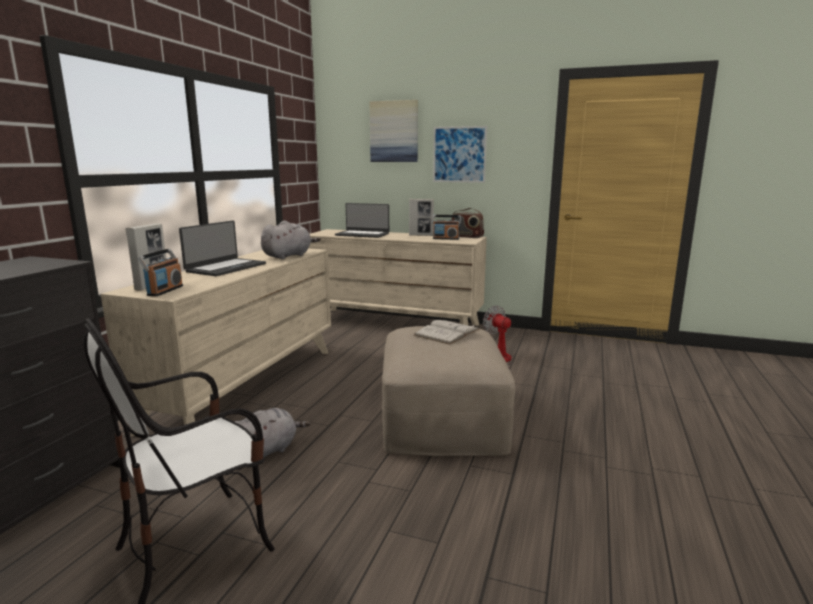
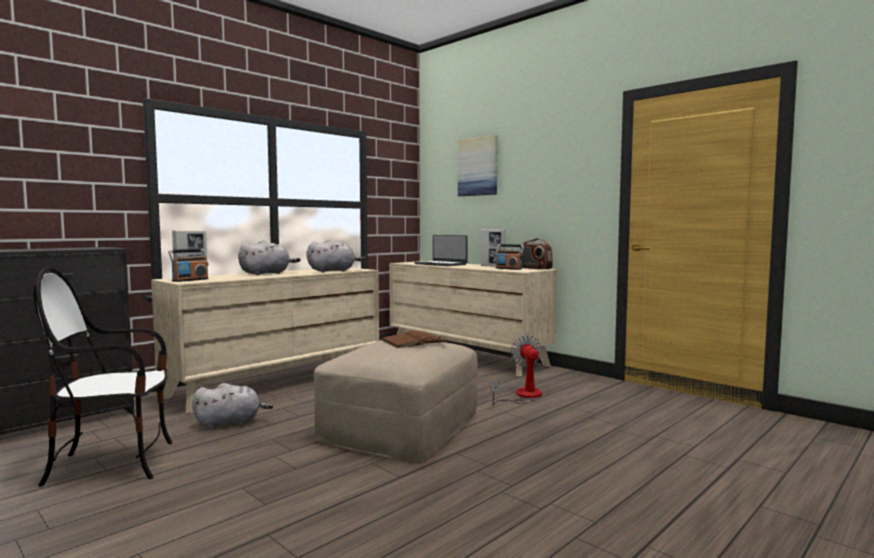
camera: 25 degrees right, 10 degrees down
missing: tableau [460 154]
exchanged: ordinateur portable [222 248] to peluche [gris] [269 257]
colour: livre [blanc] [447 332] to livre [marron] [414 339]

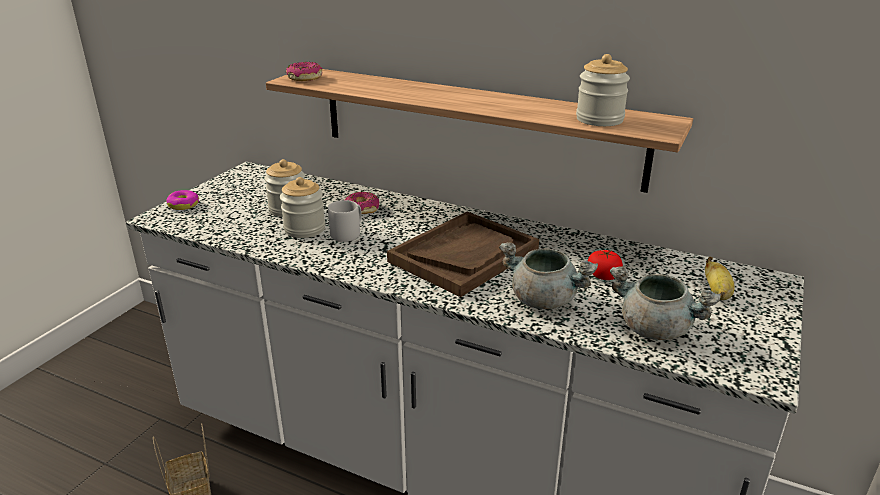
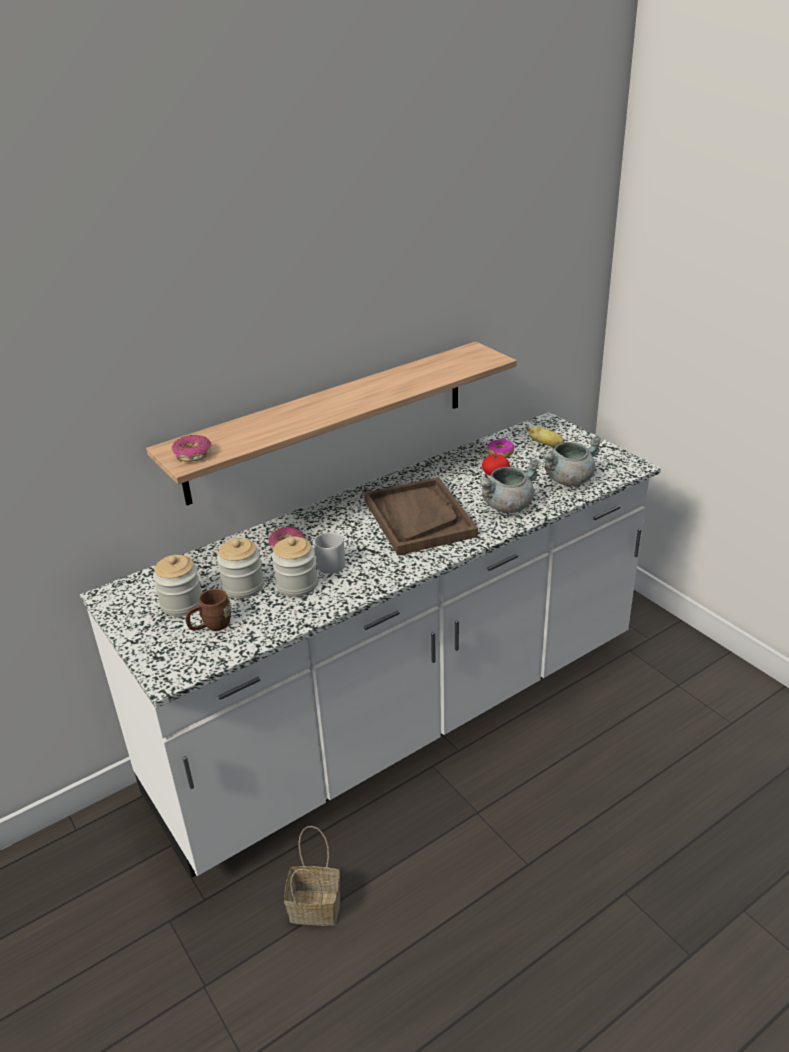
camera: 60 degrees left, 5 degrees up
appeared: mug [marron] [208 610]
relocated: bocal [603 90] to [177 585]; beignet [182 200] to [501 448]

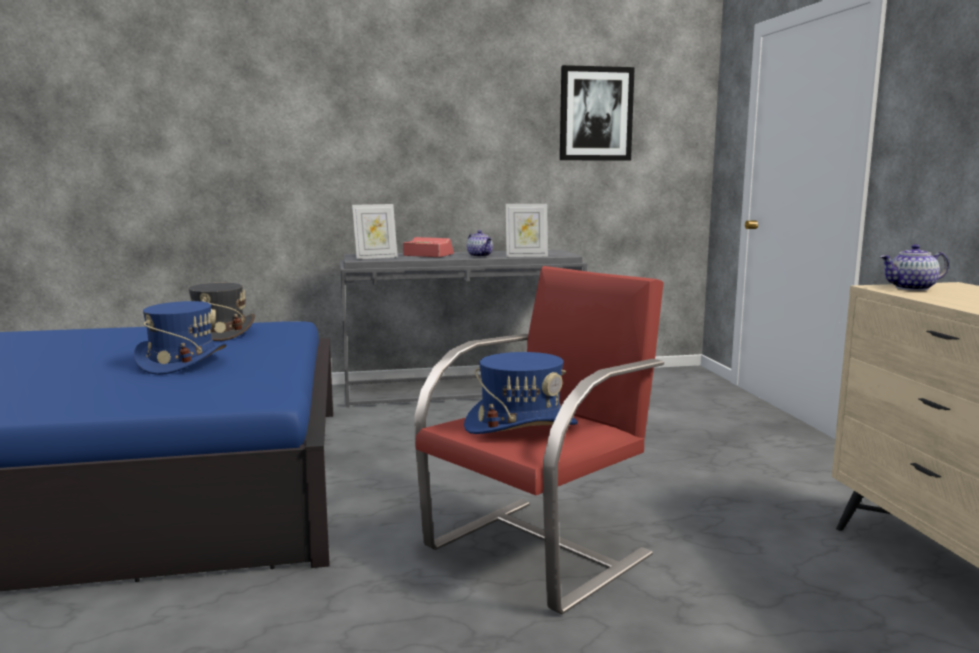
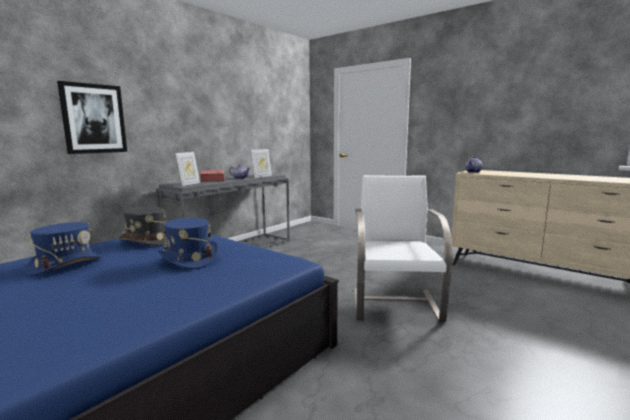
camera: 40 degrees left, 0 degrees up
relocated: tableau [597 112] to [92 117]; chapeau [bleu] [521 393] to [64 249]
colour: fauteuil [rouge] [539 440] to fauteuil [blanc] [403 248]

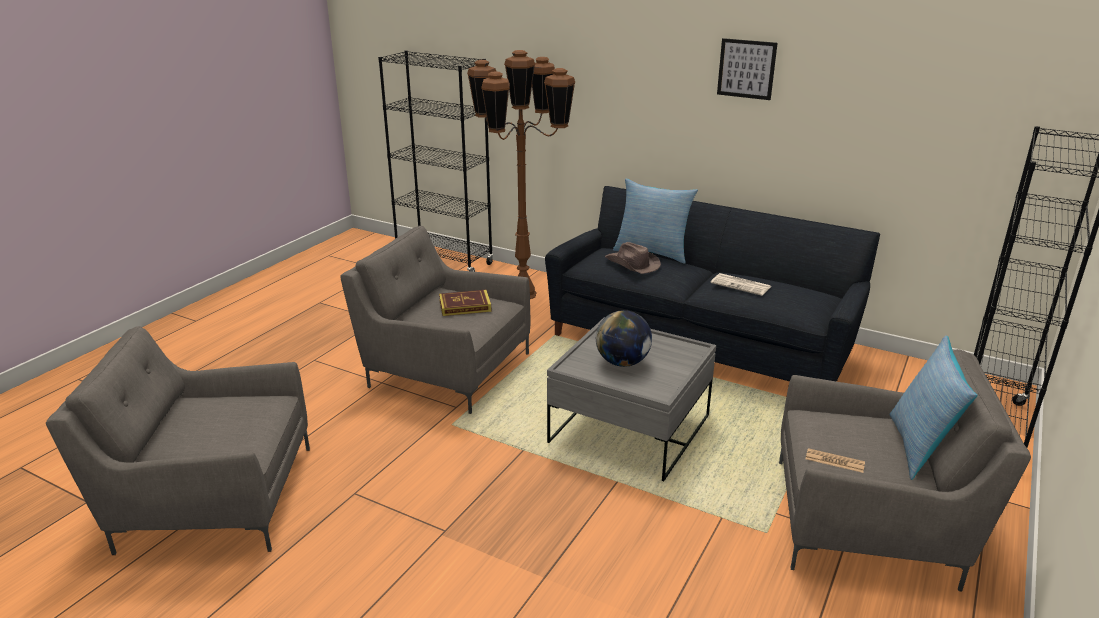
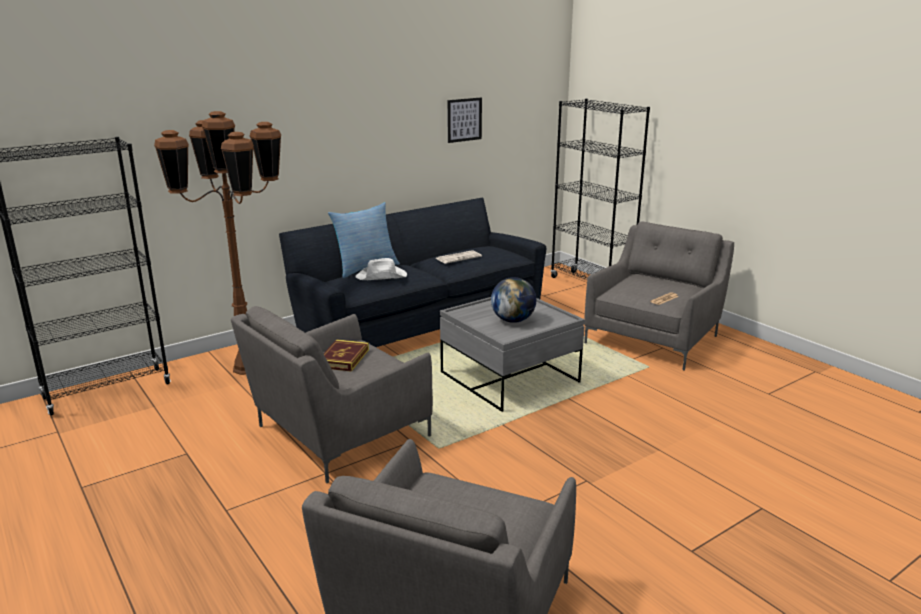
camera: 65 degrees left, 5 degrees down
missing: coussin [934 408]
relocated: tableau [747 69] to [464 120]
colour: chapeau [marron] [633 258] to chapeau [blanc] [381 269]

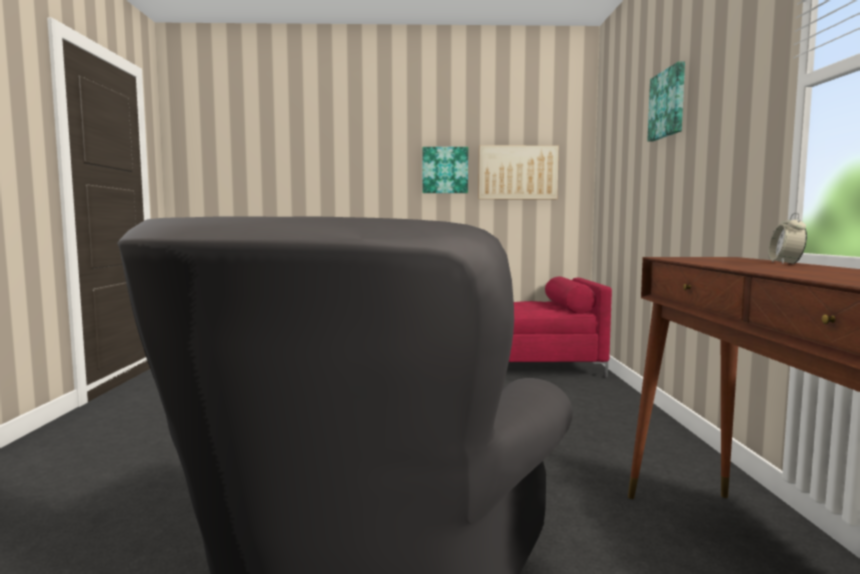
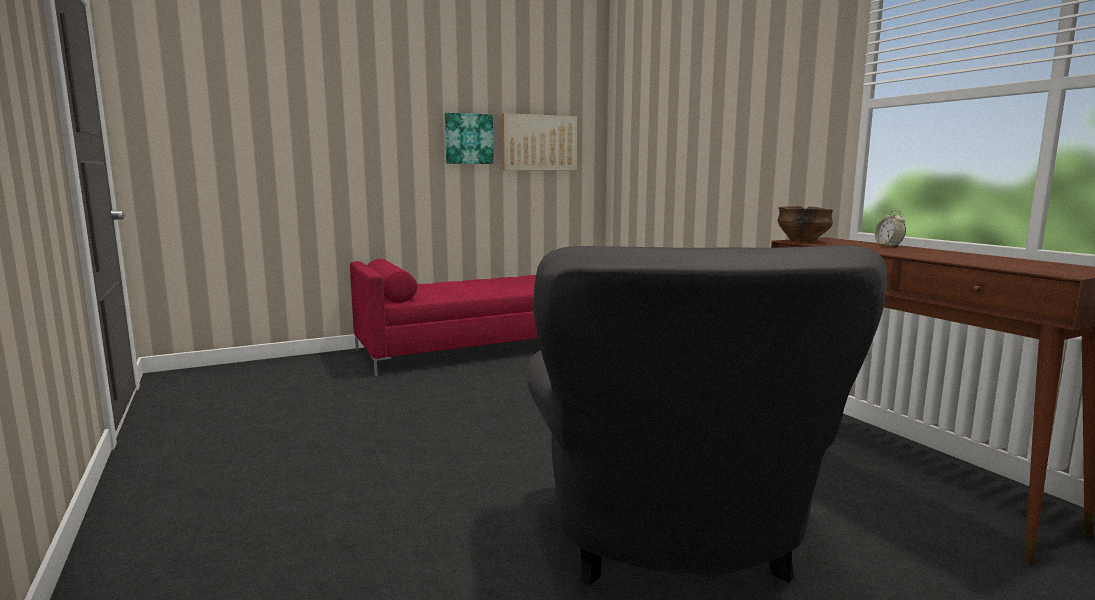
camera: 25 degrees left, 5 degrees up
missing: tableau [666 101]
appeared: bol [805 224]

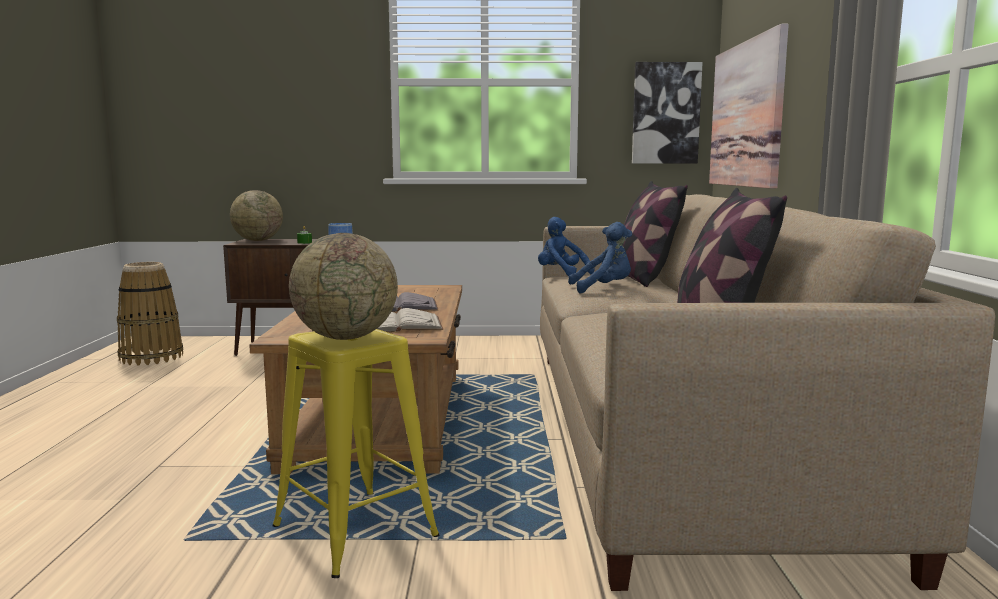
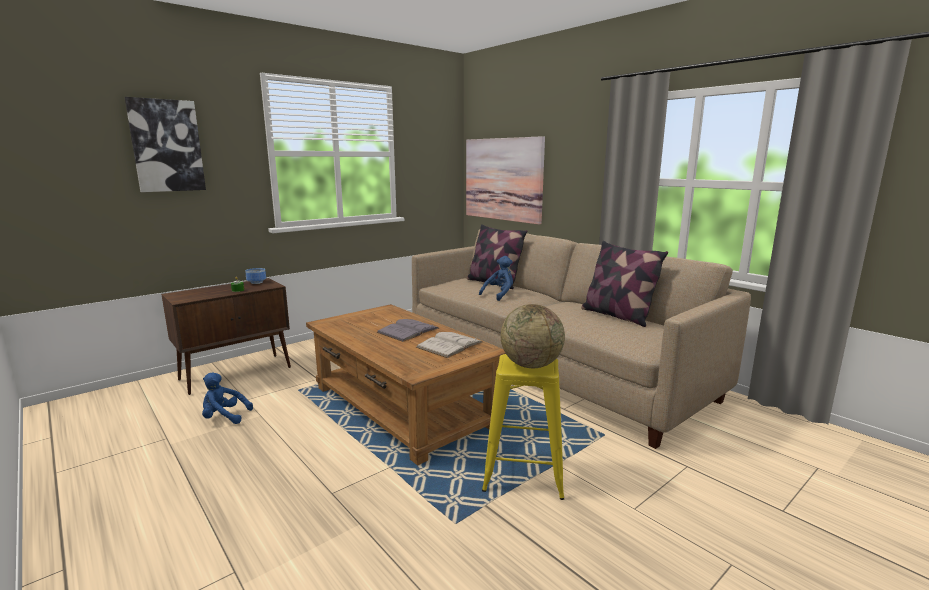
camera: 40 degrees left, 5 degrees up
missing: globe [256 215]; panier [150 314]
relocated: tableau [667 112] to [165 144]; peluche [bleu] [566 246] to [227 398]

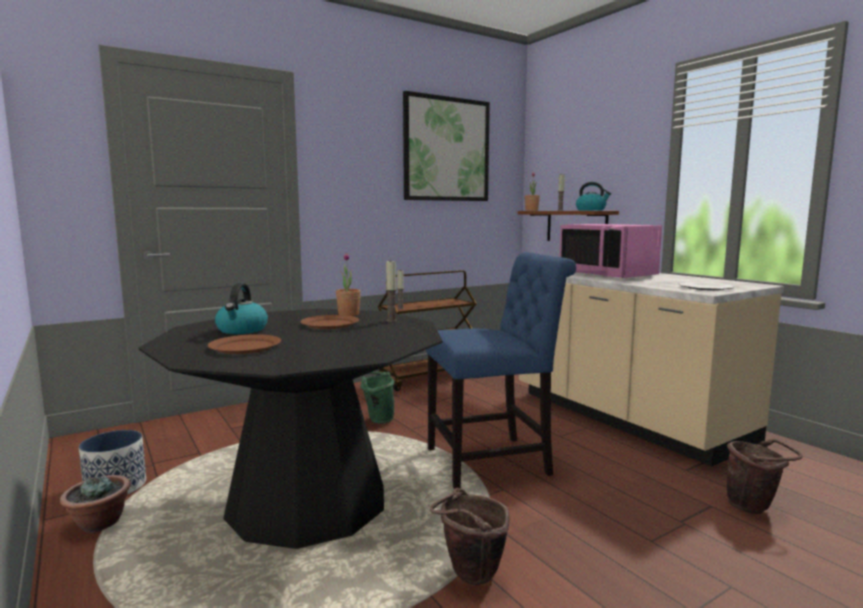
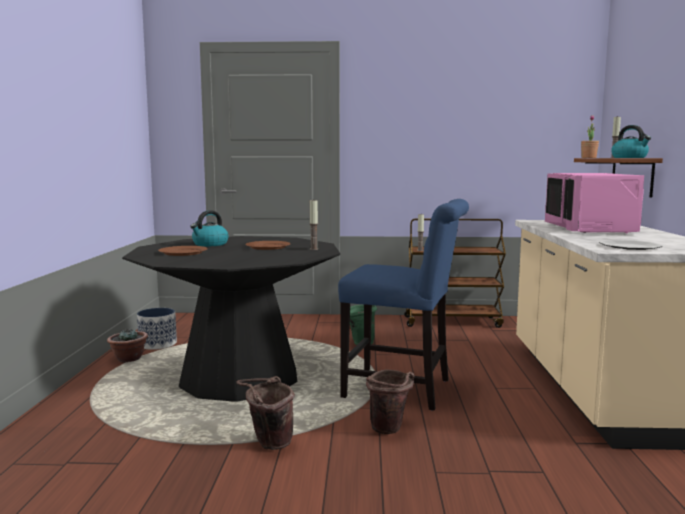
camera: 35 degrees right, 0 degrees up
missing: tableau [446 146]; plante en pot [348 284]
relocated: seau [marron] [764 476] to [390 402]

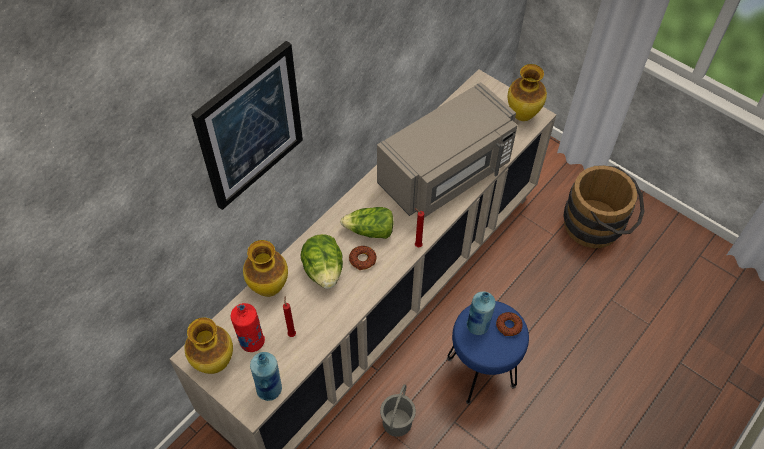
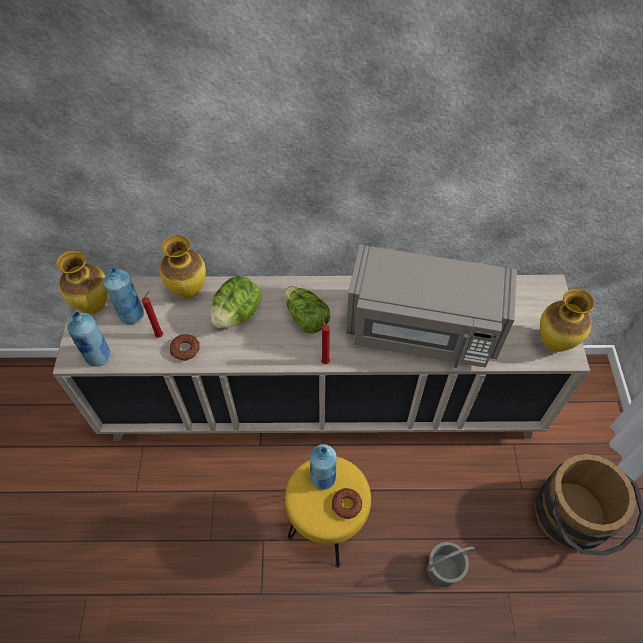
camera: 50 degrees right, 0 degrees up
missing: tableau [247 125]
relocated: beignet [363 258] to [185 347]; seau [gris] [398 410] to [451 564]
colour: tabouret [bleu] [488 352] to tabouret [jaune] [328 512]; bouteille [rouge] [248 327] to bouteille [bleu] [124 295]

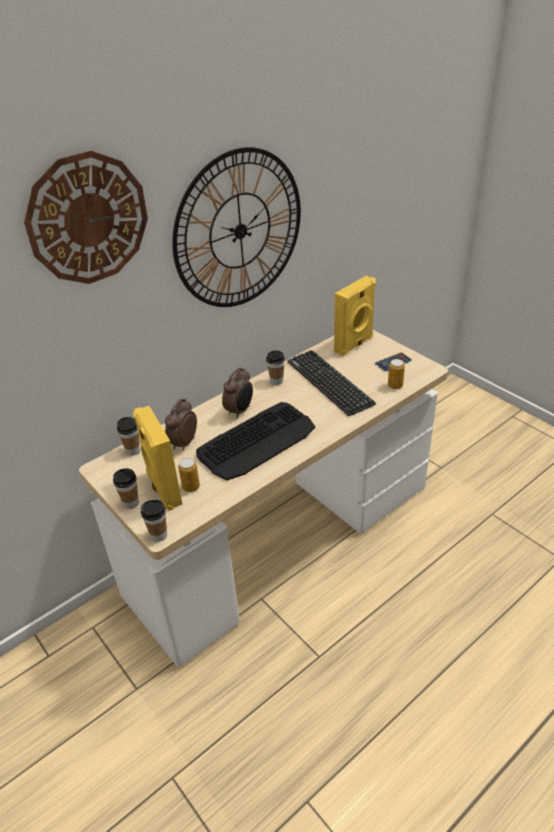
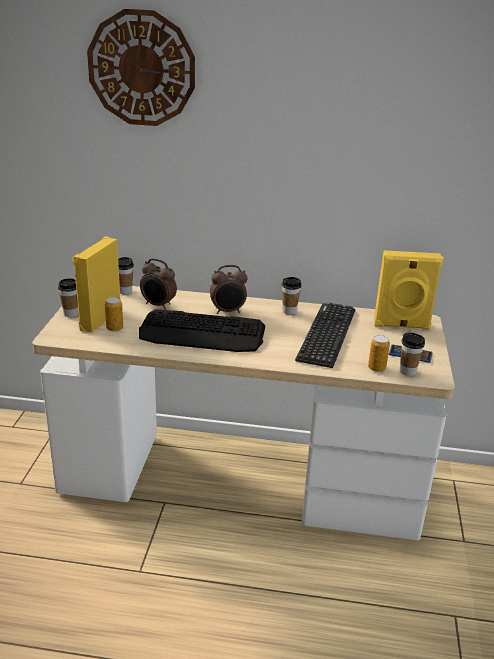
camera: 45 degrees right, 10 degrees down
missing: horloge murale [236 227]
relocated: tasse [154 521] to [412 354]
spun: réveil [181 424] = [158 284] 135 degrees counterclockwise

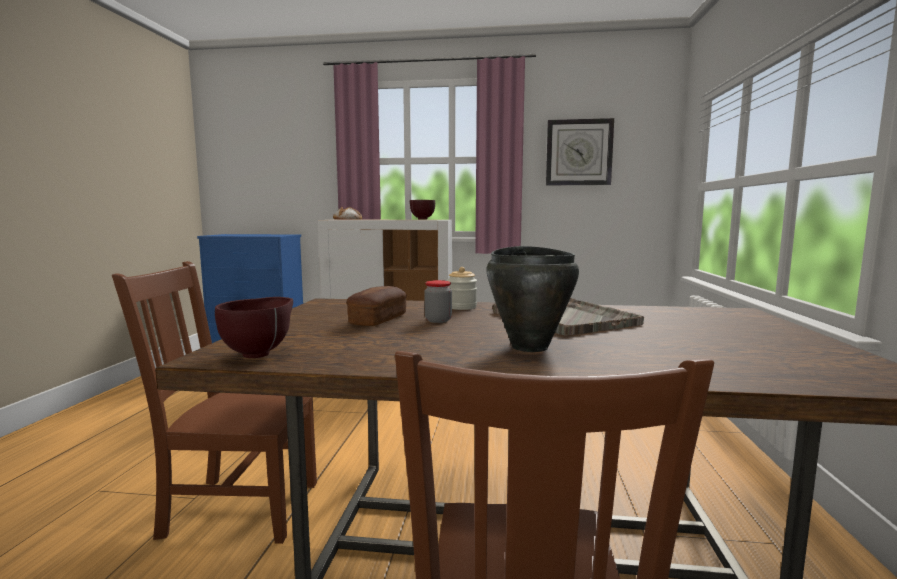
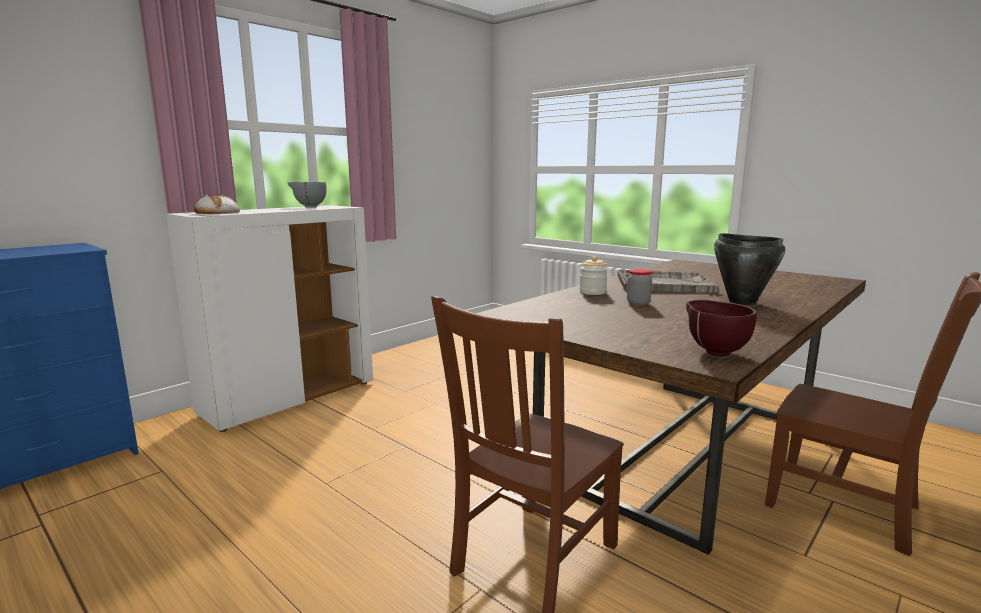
camera: 55 degrees left, 5 degrees up
missing: horloge murale [580 151]; pain [377 306]
colour: bol [marron] [422 210] to bol [gris] [307 195]

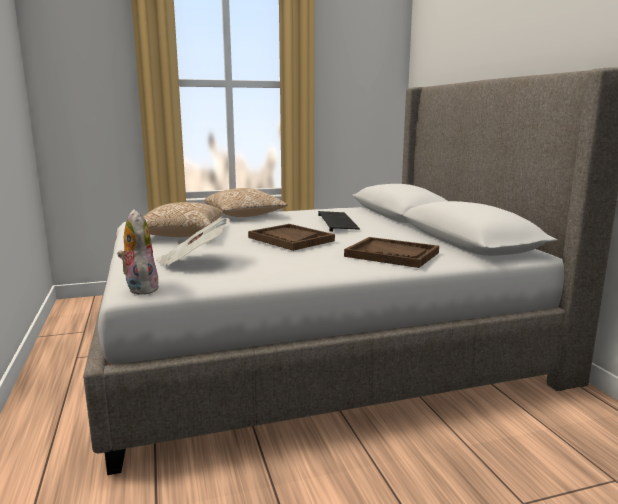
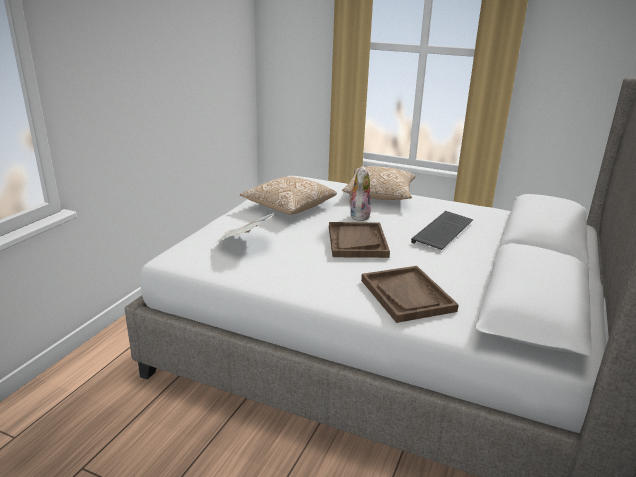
camera: 40 degrees right, 10 degrees up
relocated: peluche [138 252] to [359 193]

